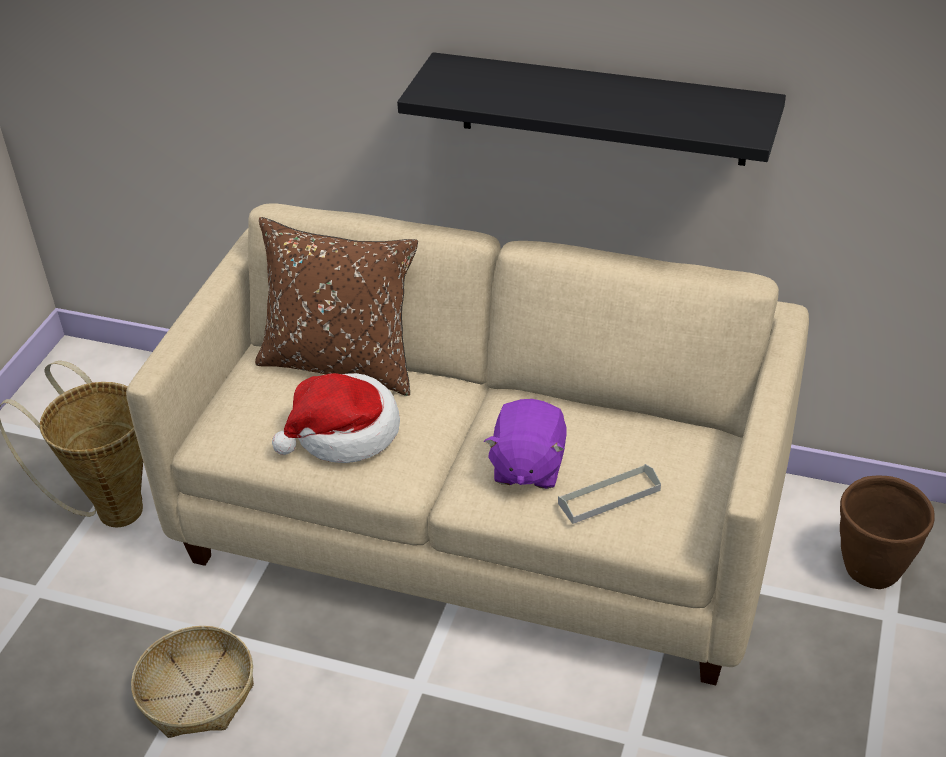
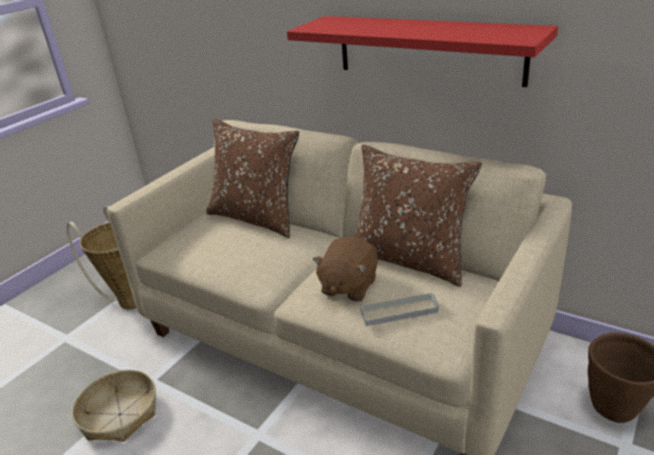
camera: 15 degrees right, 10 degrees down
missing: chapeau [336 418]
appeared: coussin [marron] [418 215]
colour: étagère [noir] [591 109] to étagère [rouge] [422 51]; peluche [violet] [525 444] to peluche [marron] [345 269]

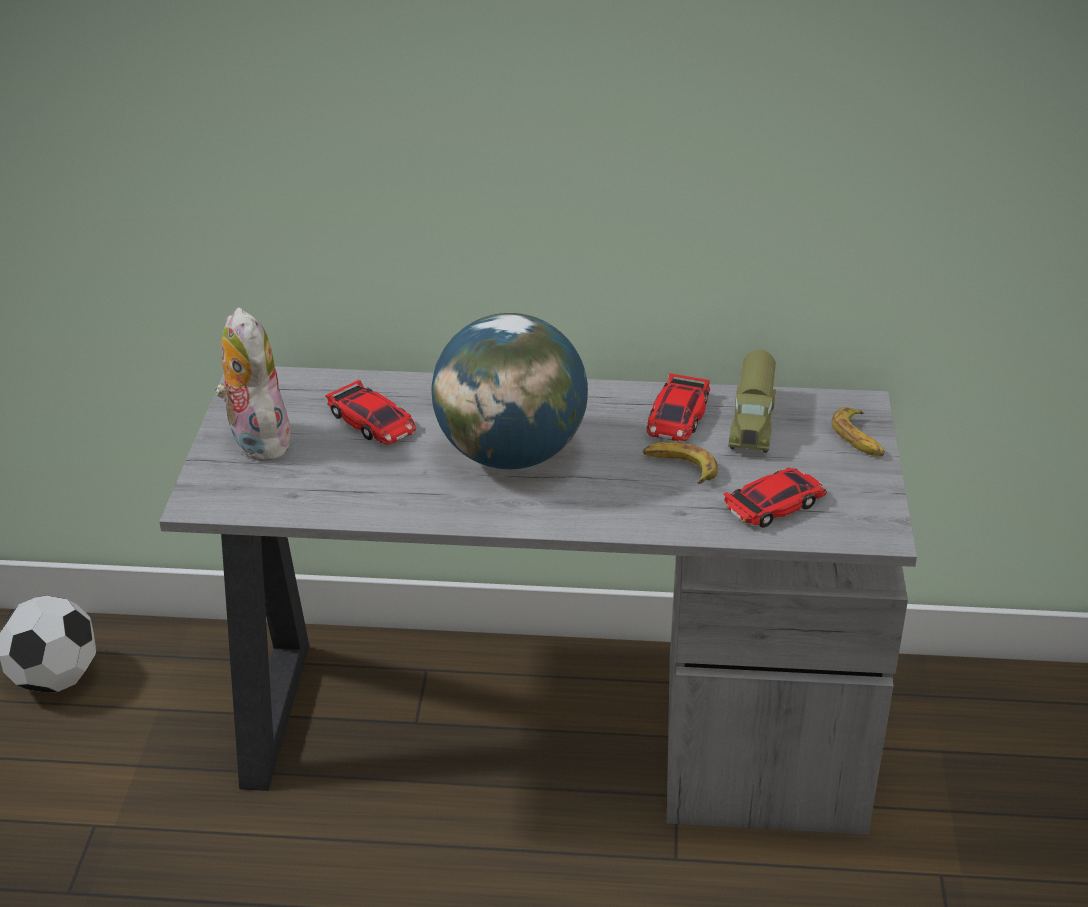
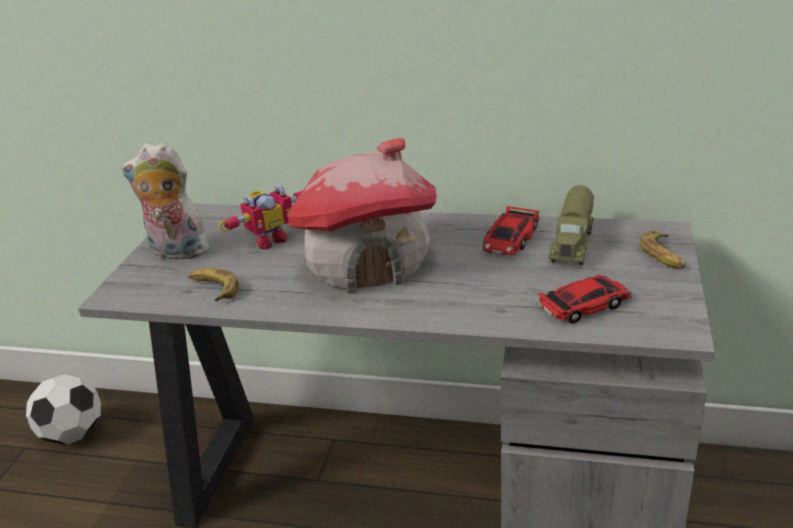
camera: 10 degrees right, 5 degrees down
relocated: banane [680 463] to [214 284]
exchanged: globe [510 391] to maison miniature [362 215]; petite voiture [370 412] to robot jouet [260 216]
spun: peluche [253 384] = [165 201] 60 degrees counterclockwise

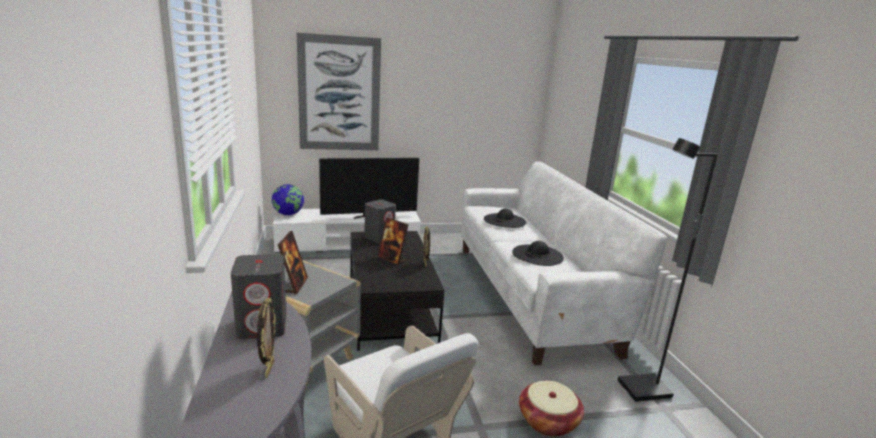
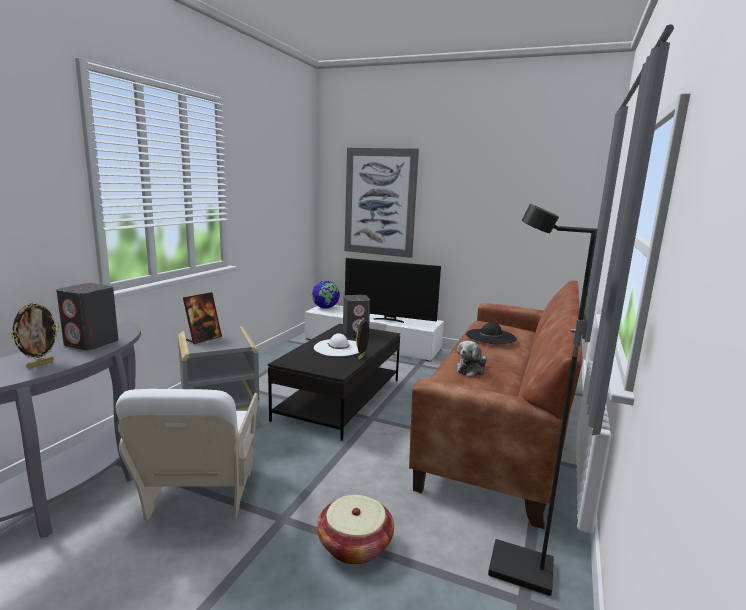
camera: 35 degrees right, 5 degrees down
exchanged: cadre photo [393 241] to chapeau [blanc] [336 344]; chapeau [noir] [538 253] to peluche [472 359]
colour: canapé [blanc] [564 263] to canapé [marron] [496 404]

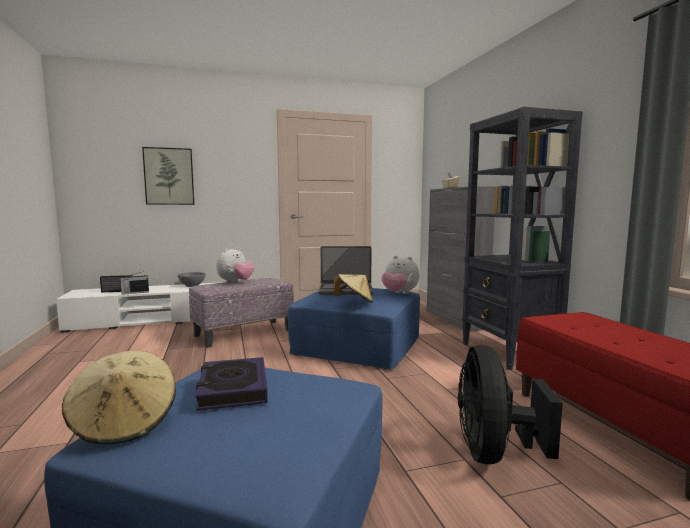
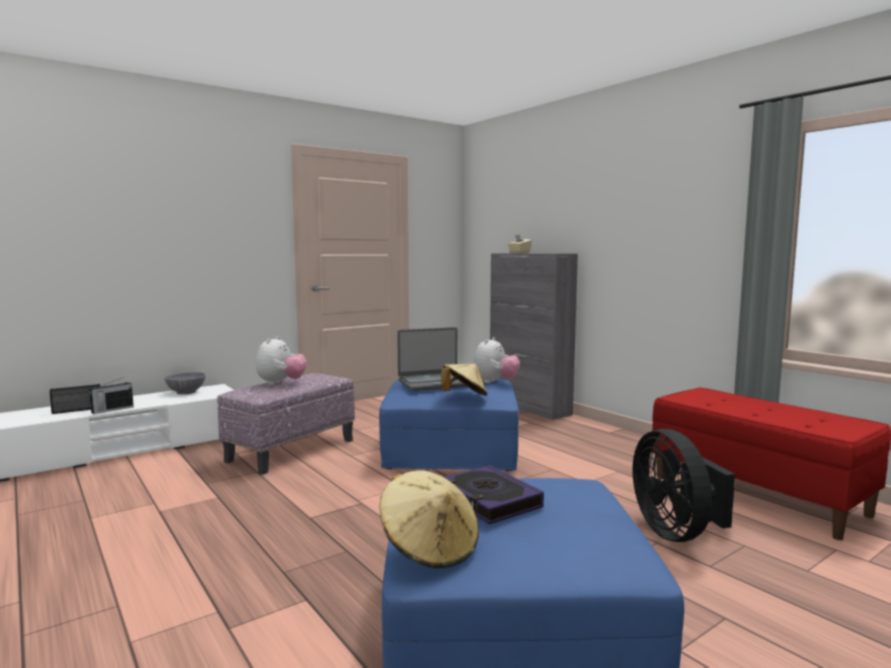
camera: 20 degrees left, 0 degrees up
missing: bibliothèque [noir] [522 238]; tableau [168 176]
spun: peluche [400 275] = [497 360] 75 degrees counterclockwise

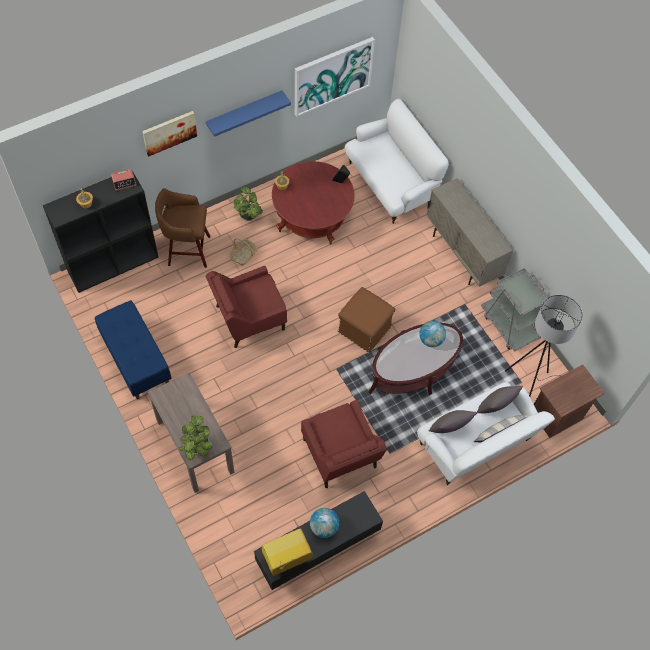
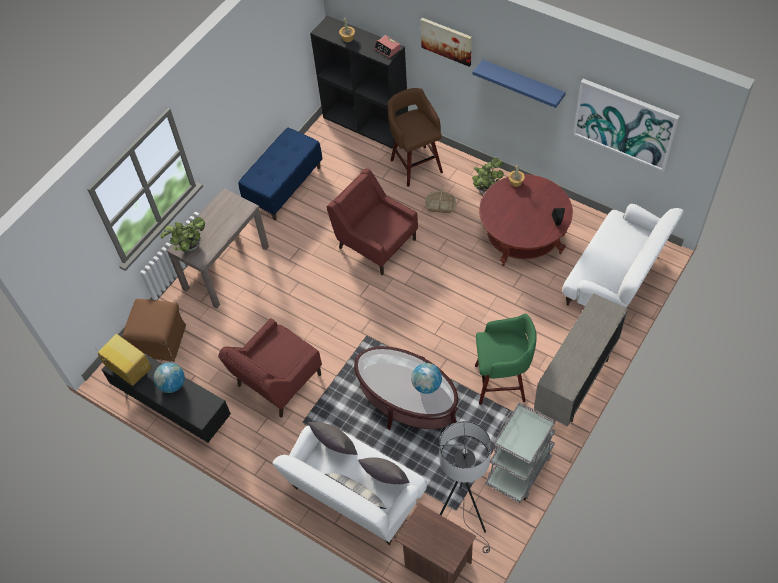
camera: 70 degrees right, 5 degrees down
appeared: tabouret [vert] [505 359]
relocated: pouf [marron] [366 320] to [154 330]

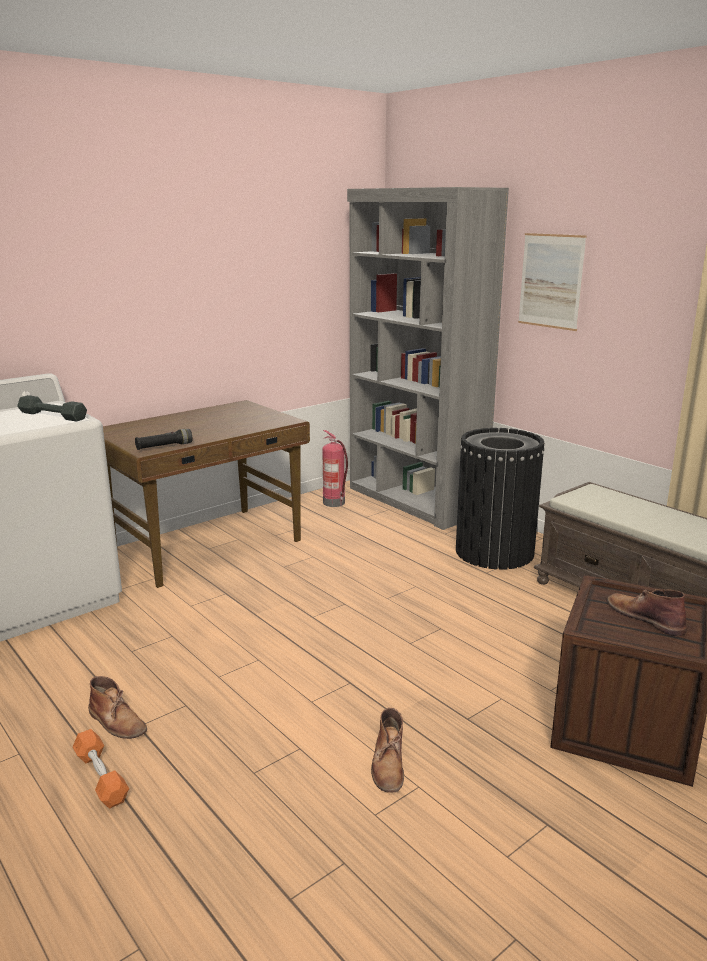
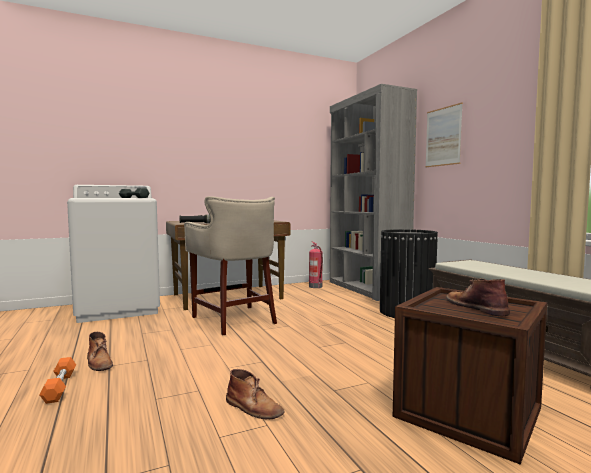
camera: 15 degrees right, 15 degrees down
appeared: tabouret [beige] [230 265]
spun: botte [marron] [387 750] = [255 394] 75 degrees counterclockwise

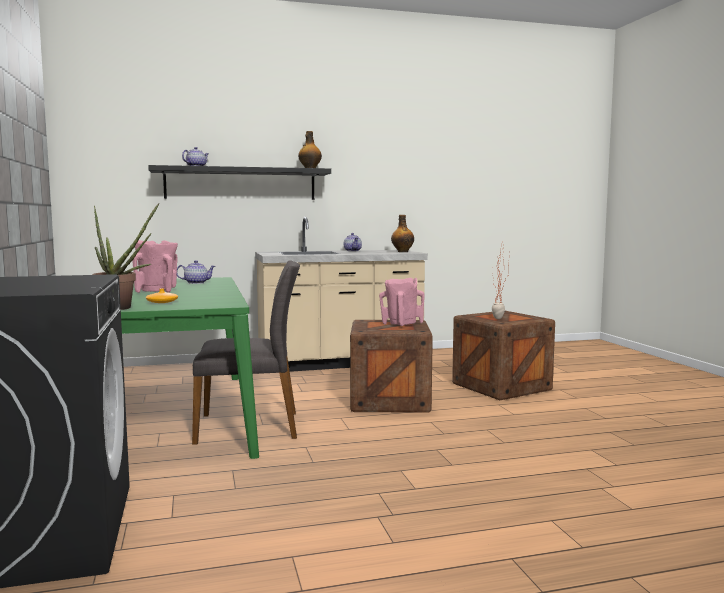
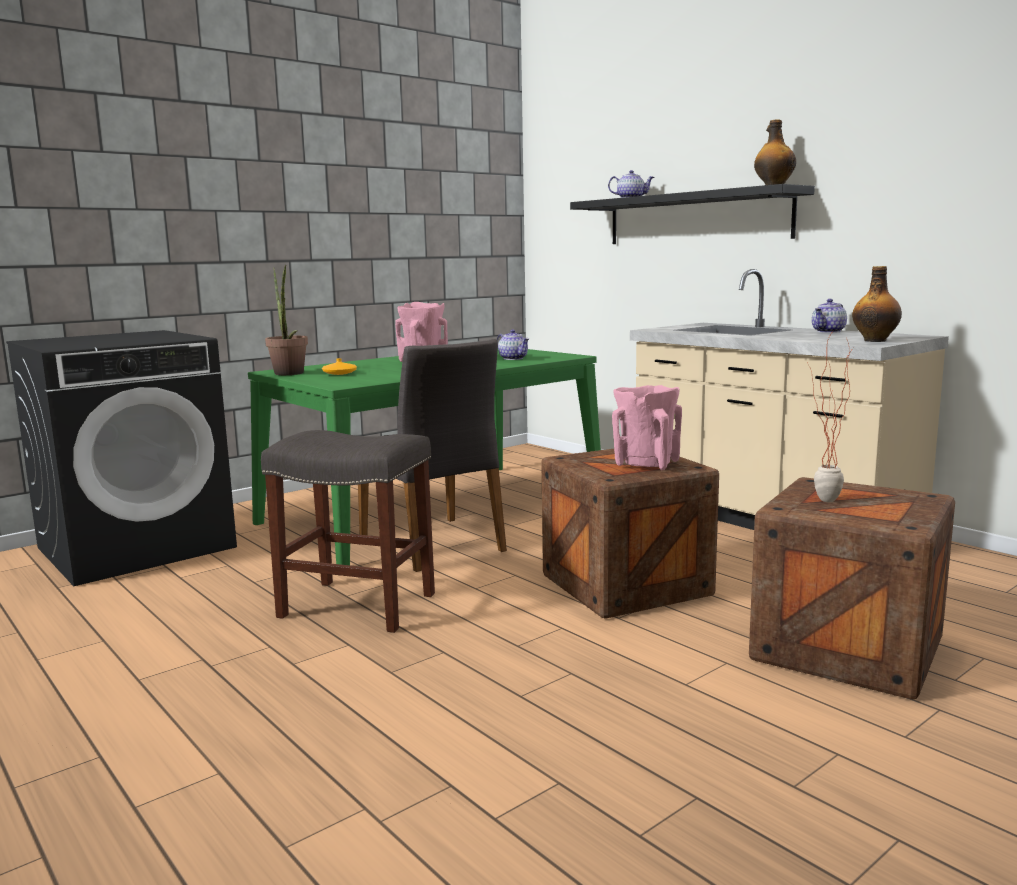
camera: 65 degrees right, 5 degrees up
appeared: tabouret [gris] [348 531]

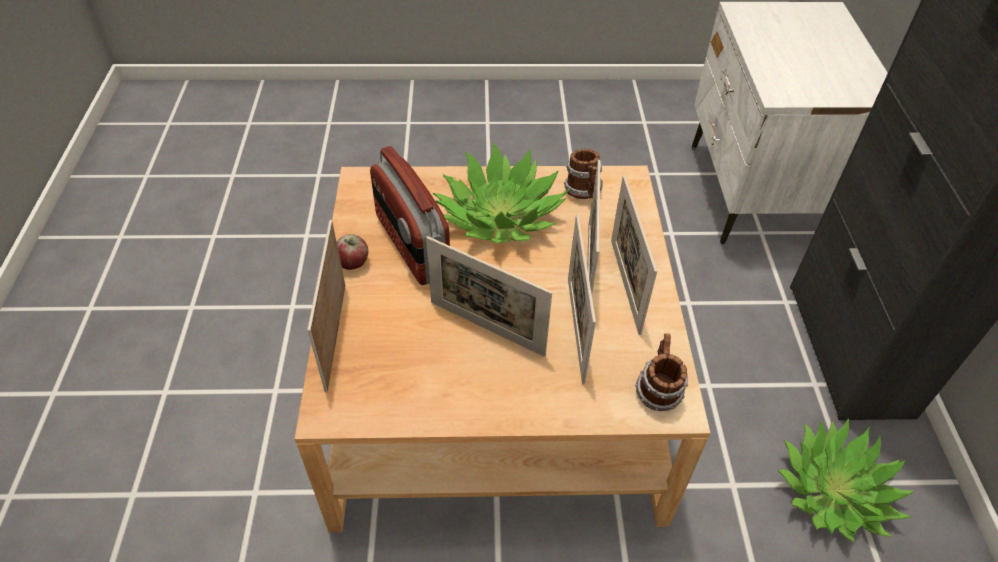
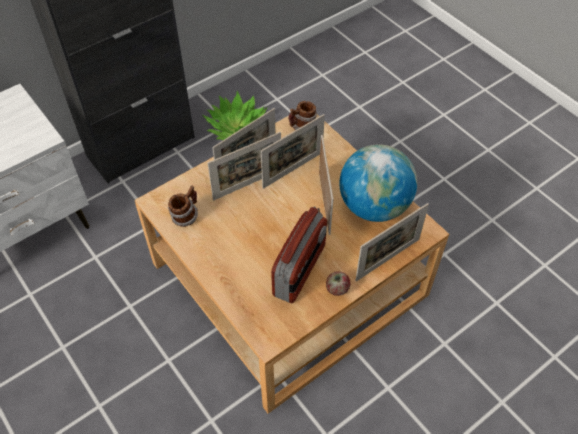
camera: 125 degrees left, 5 degrees up
missing: plante en pot [501 193]
appeared: globe [378 183]

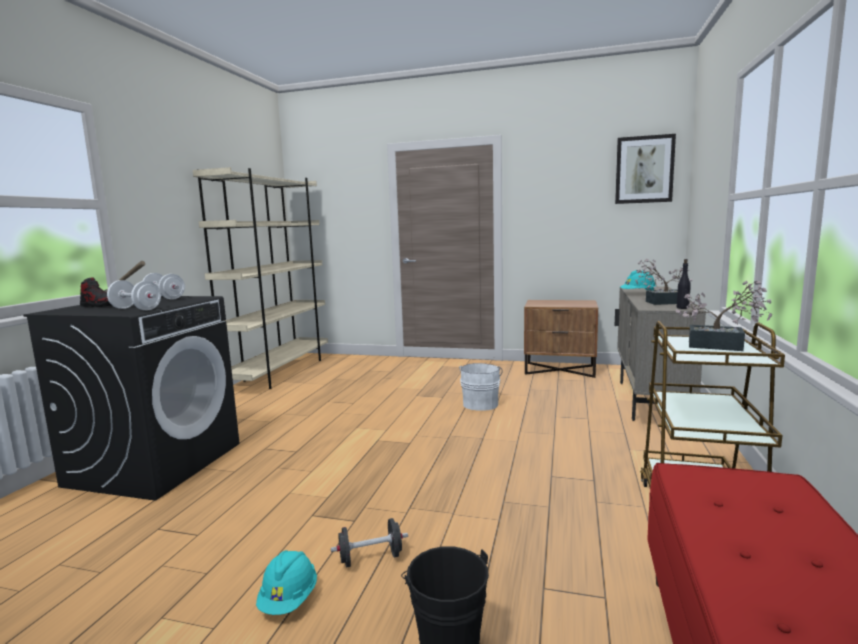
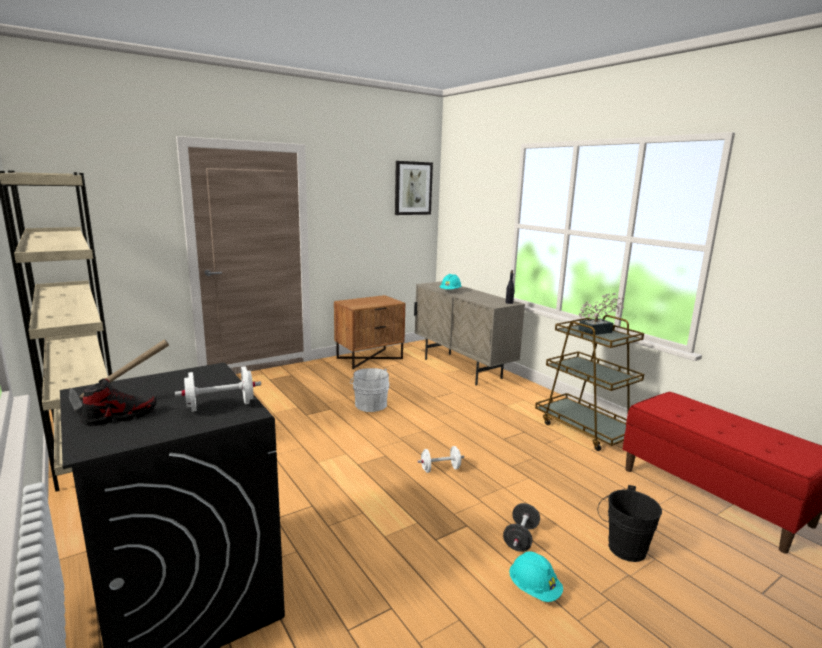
camera: 50 degrees left, 5 degrees up
missing: plante en pot [663 282]
relocated: haltère [blanc] [164 286] to [441 459]

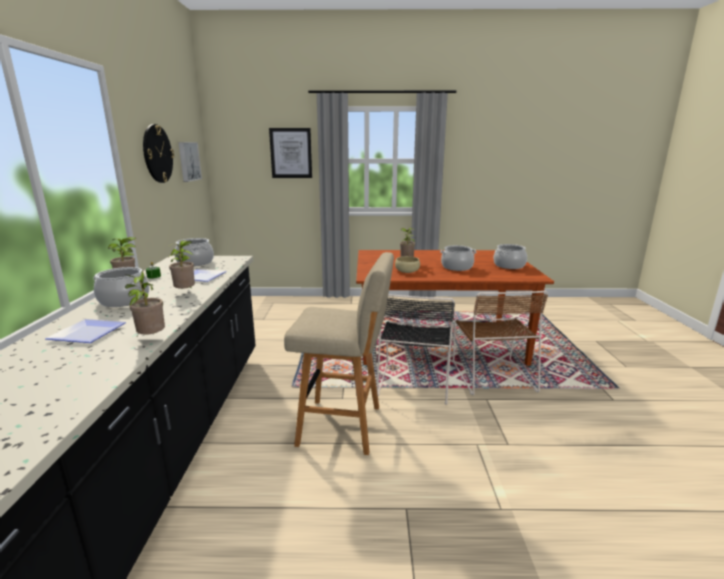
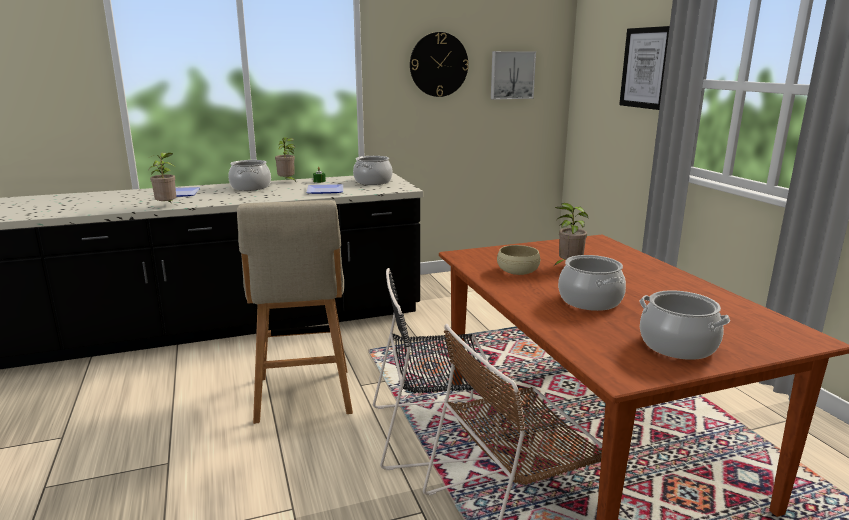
camera: 70 degrees right, 0 degrees up
missing: plante en pot [181 264]

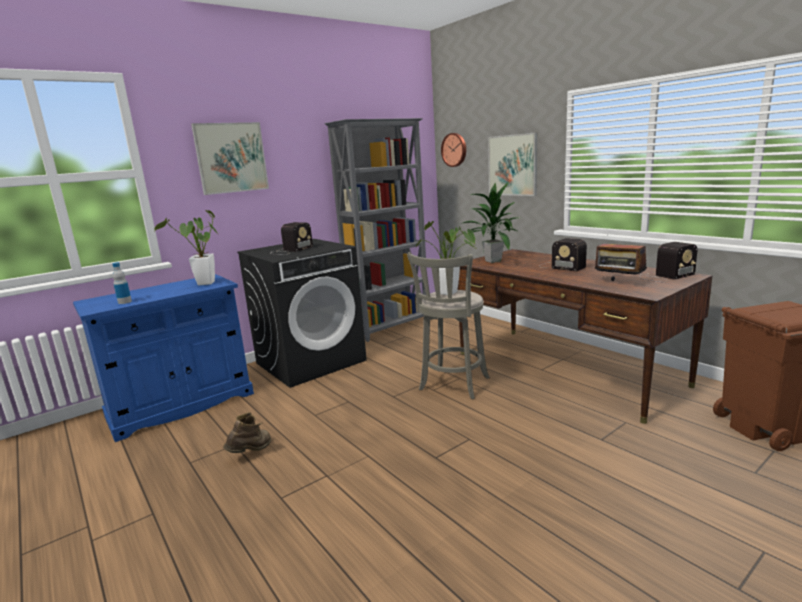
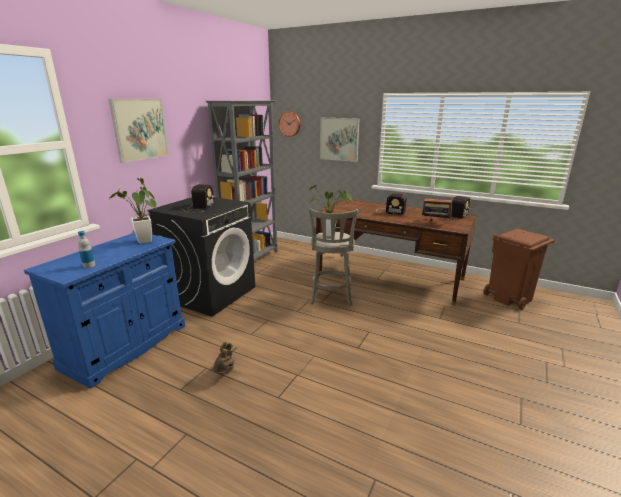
camera: 25 degrees left, 5 degrees up
missing: plante en pot [490 222]

